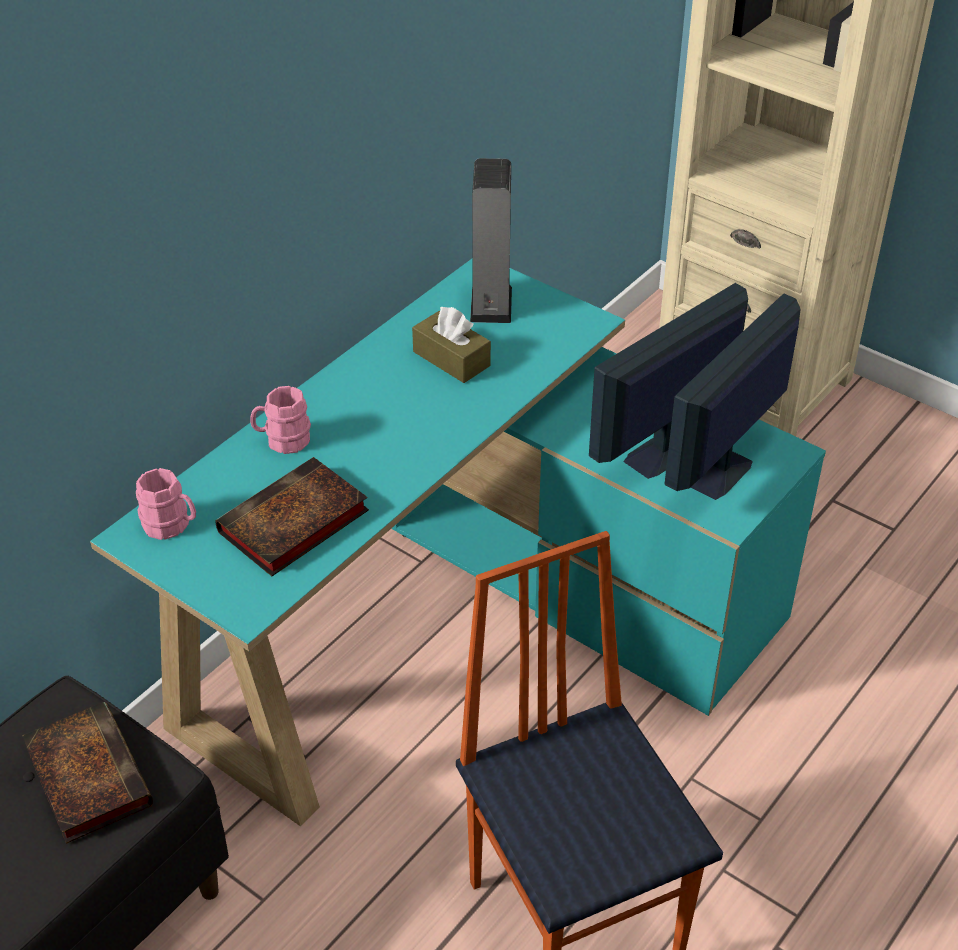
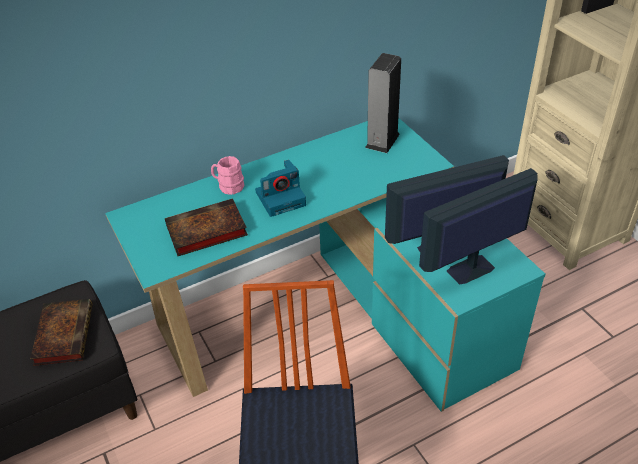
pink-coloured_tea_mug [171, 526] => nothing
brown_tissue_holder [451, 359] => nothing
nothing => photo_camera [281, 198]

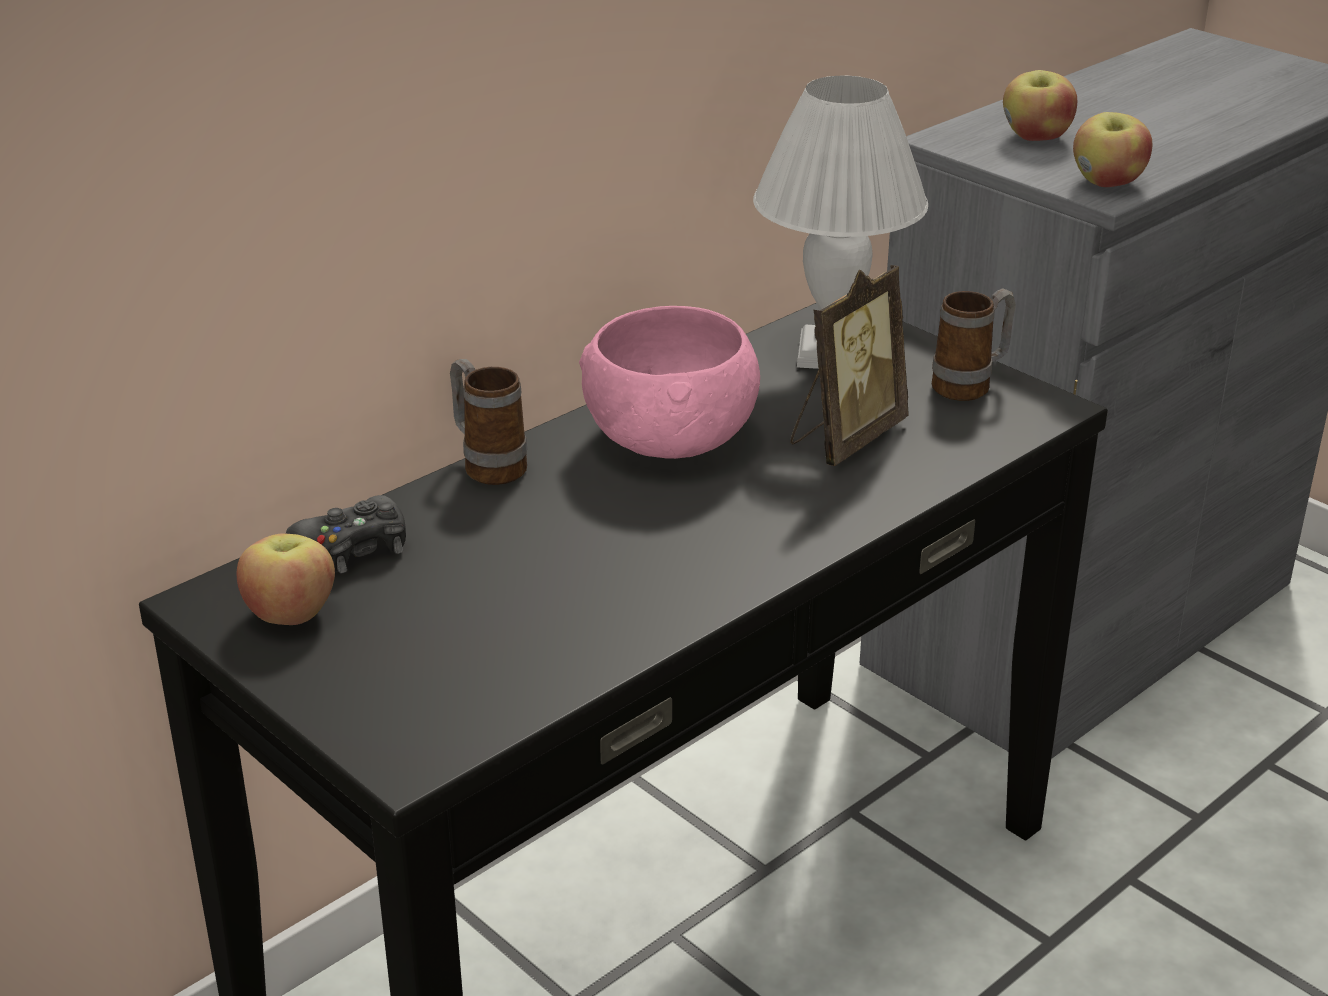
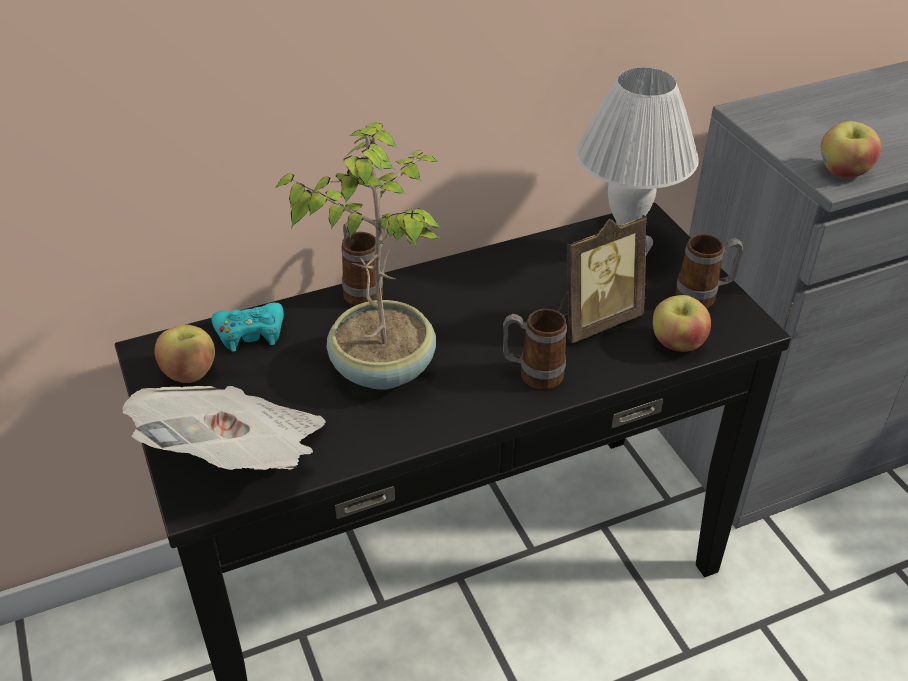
blackish_gamepad [353, 547] => turquoise_gamepad [250, 333]
pink-coloured_serving_bowl [672, 437] => nothing
whole_apple [1035, 137] => whole_apple [677, 344], shifted
nothing => printed_paper [239, 458]
nothing => potted_plant [383, 366]
nothing => tea_mug [532, 374]

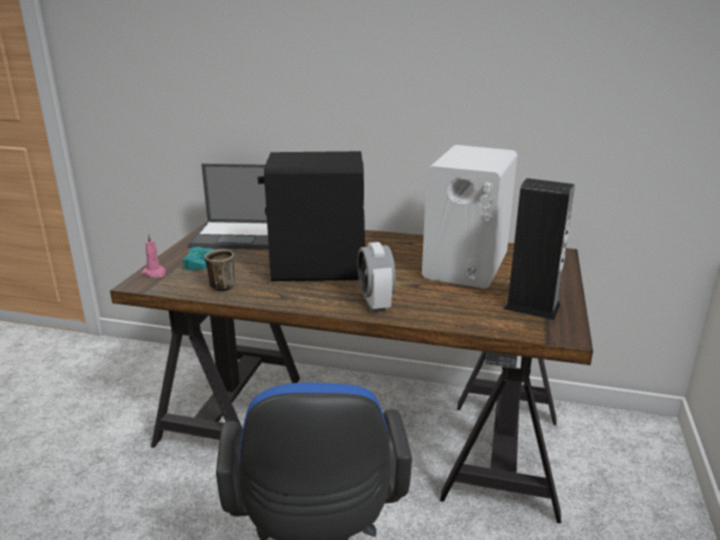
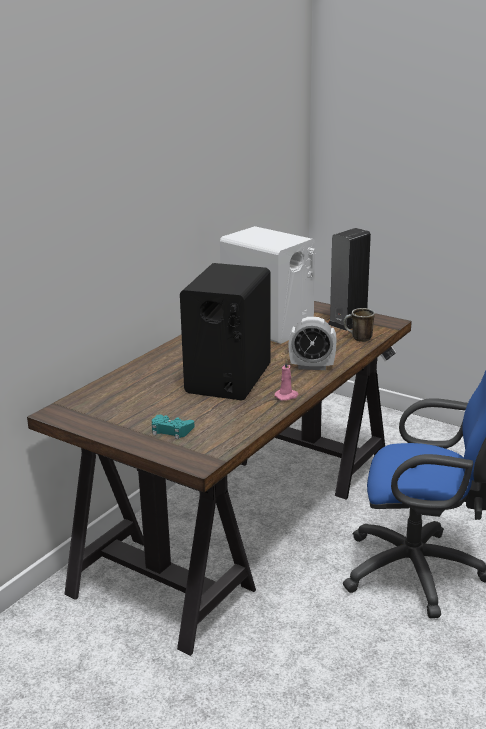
pink-coloured_wax_candle [155, 273] => pink-coloured_wax_candle [287, 396], shifted
portable_computer [242, 235] => nothing
tea_mug [221, 285] => tea_mug [358, 339], shifted

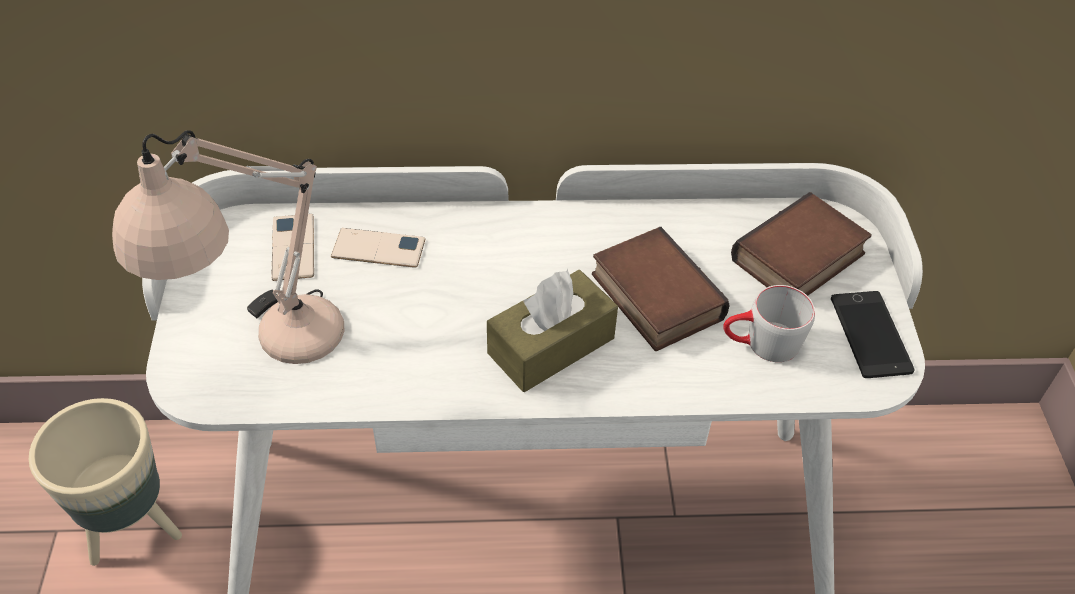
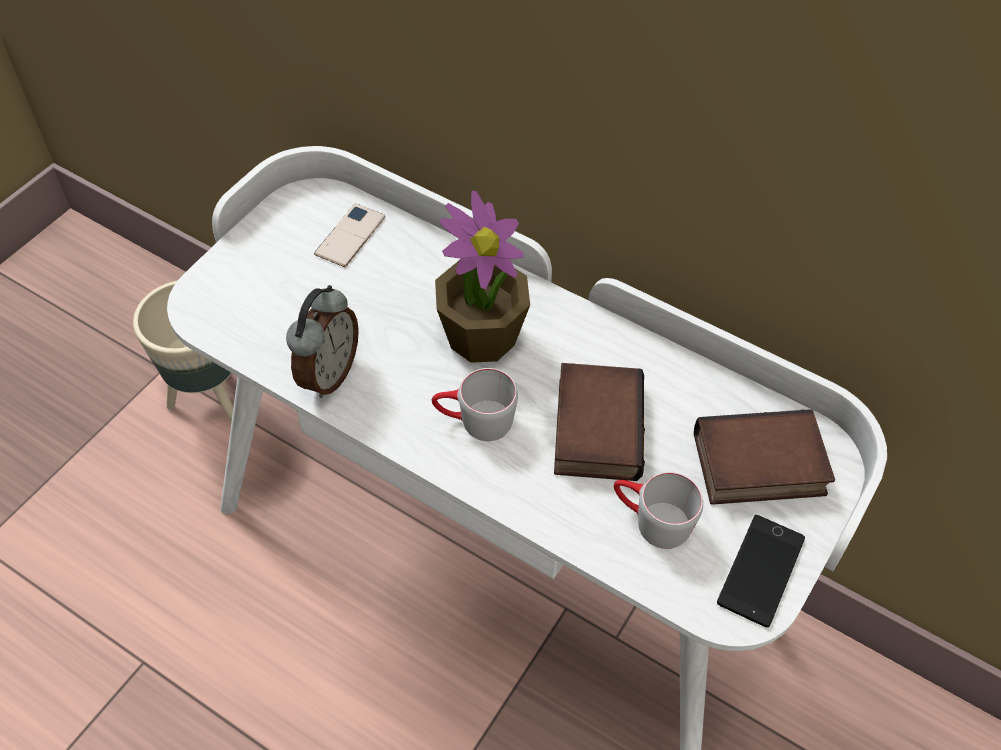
sand-coloured_tabletop_lamp [264, 358] => nothing
handset [378, 248] => nothing
brown_tissue_holder [551, 345] => gray_tea_mug [474, 421]
nothing => alarm_clock [328, 374]
nothing => potted_plant [481, 336]

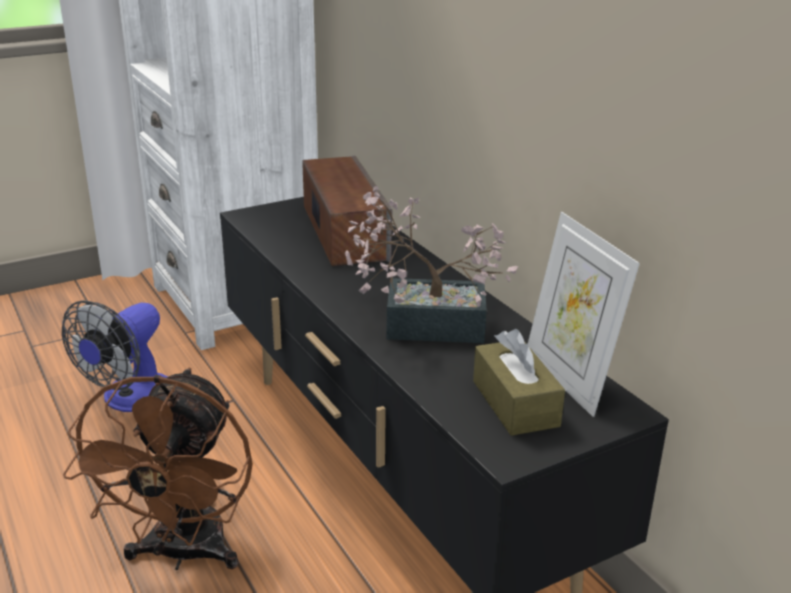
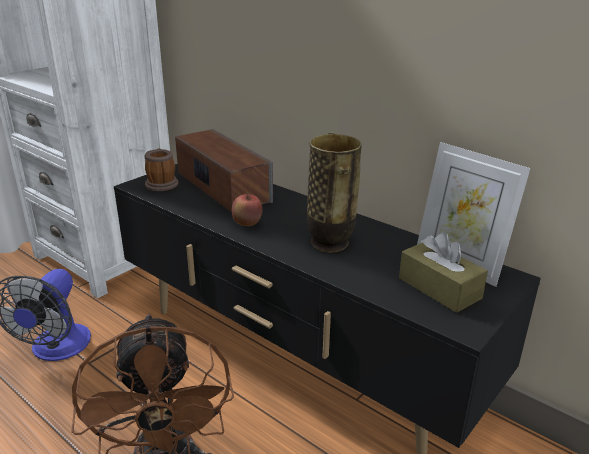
potted_plant [422, 324] => decorative_vase [330, 243]
nothing => tea_mug [161, 183]
nothing => whole_apple [247, 224]

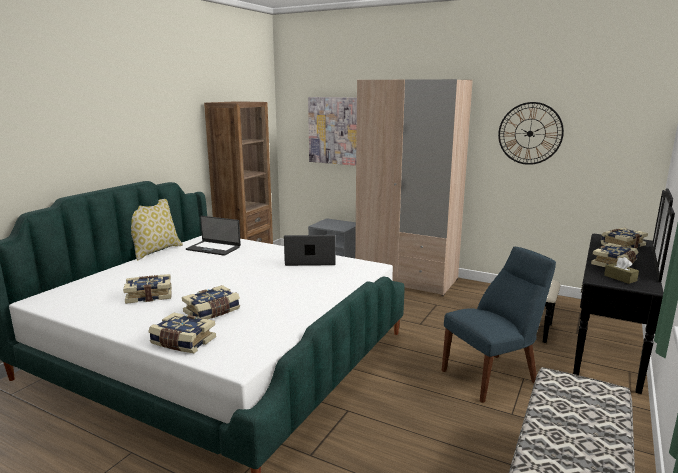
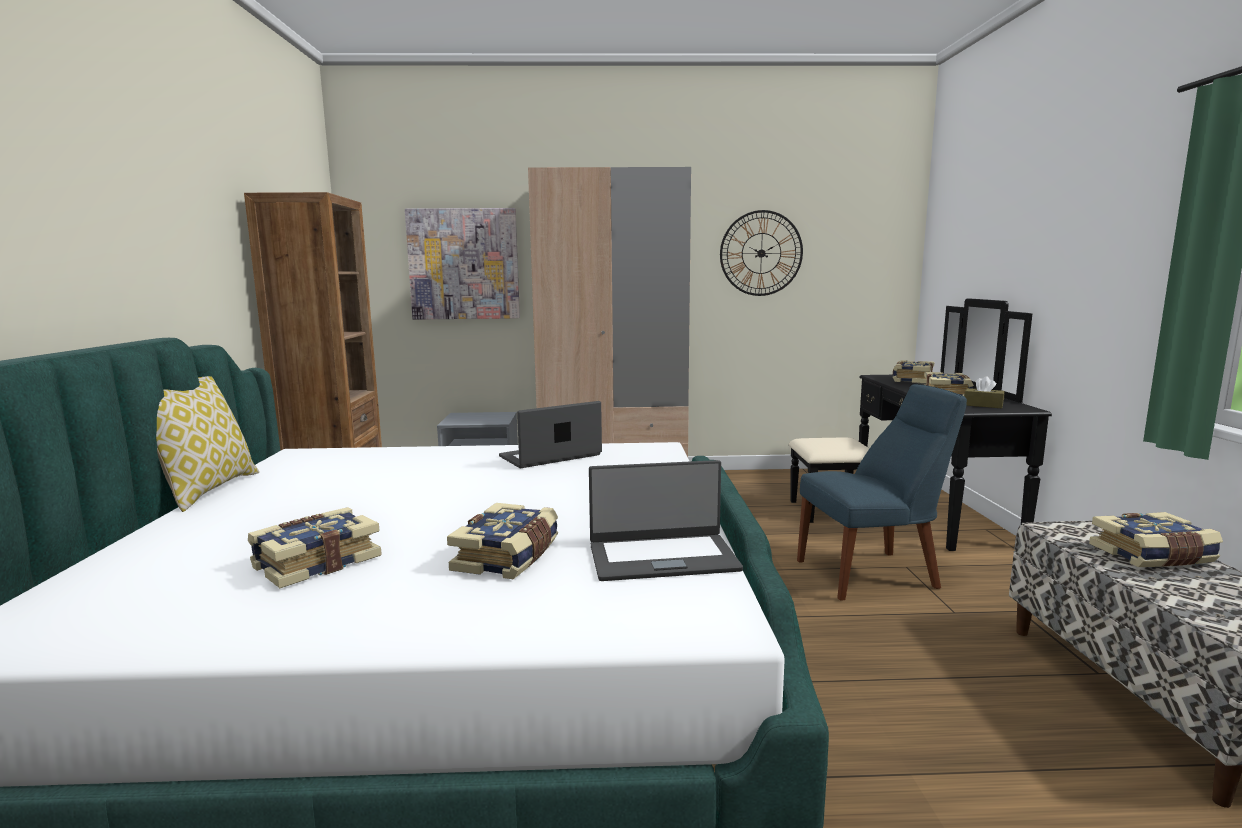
volume [182, 342] => volume [1153, 556], shifted
portable_computer [214, 248] => portable_computer [662, 557], shifted
bluish_chair [492, 376] => bluish_chair [872, 574], 45 degrees clockwise

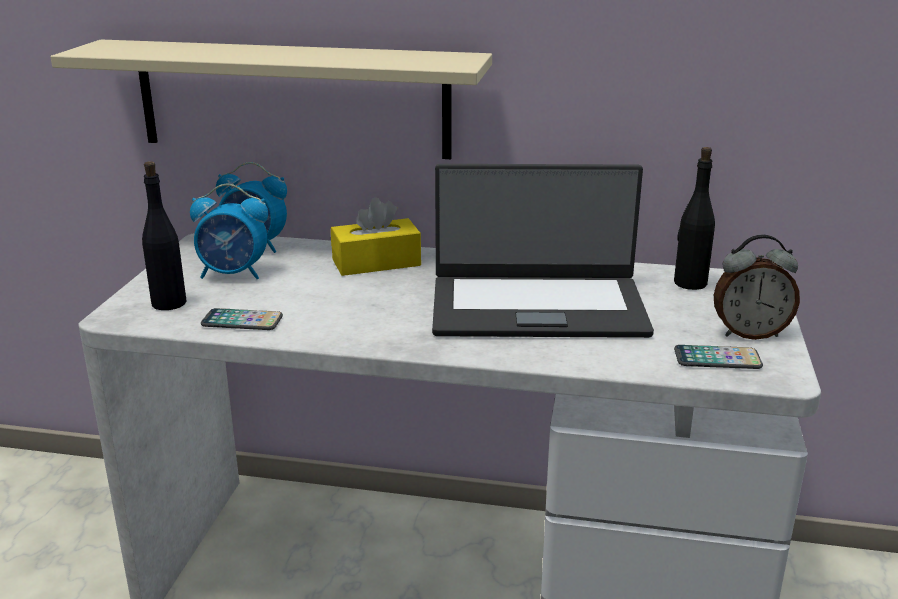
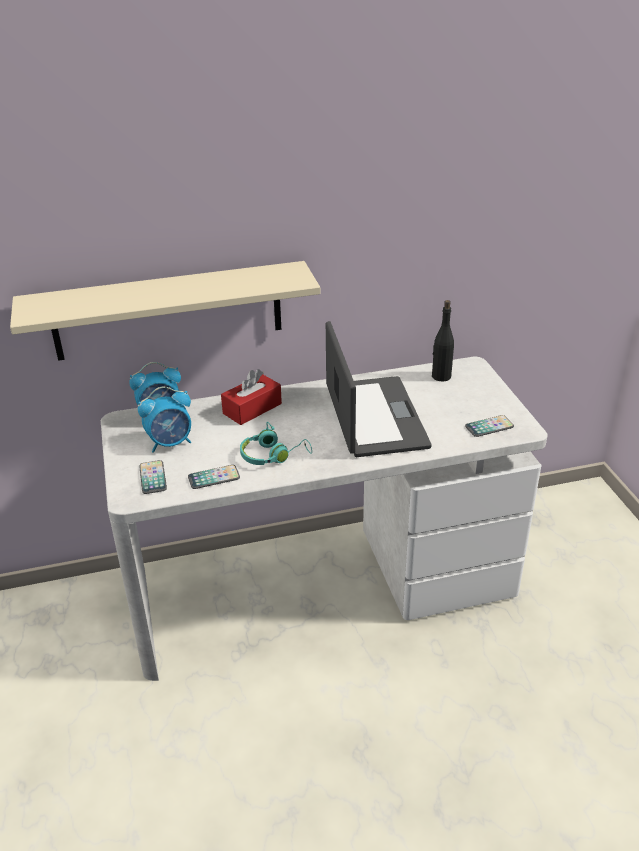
blackish_bottle [169, 303] => handset [153, 478]
yellow_tissue_holder [376, 262] => reddish_tissue_holder [252, 409]
portable_computer [537, 306] => portable_computer [373, 417], 75 degrees counterclockwise
alarm_clock [749, 333] => nothing
nothing => turquoise_pair_of_headphones [273, 455]

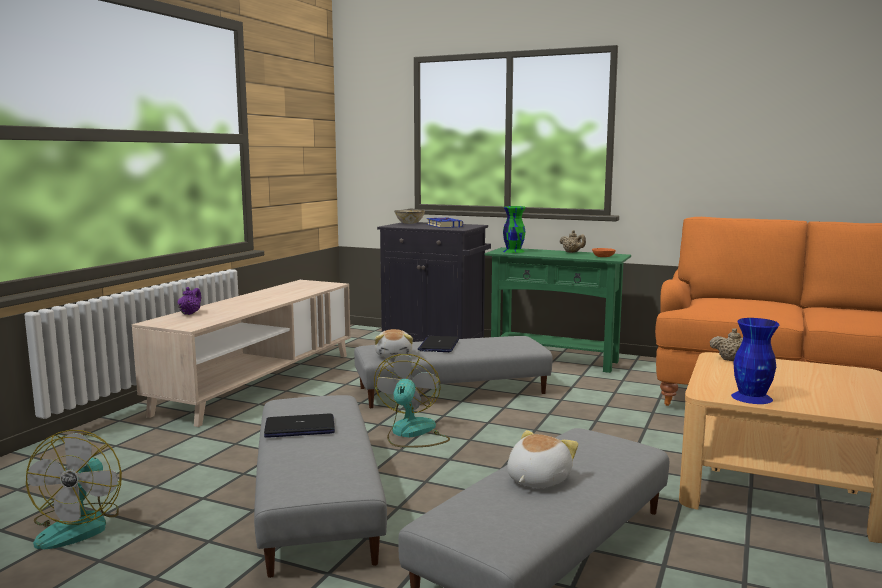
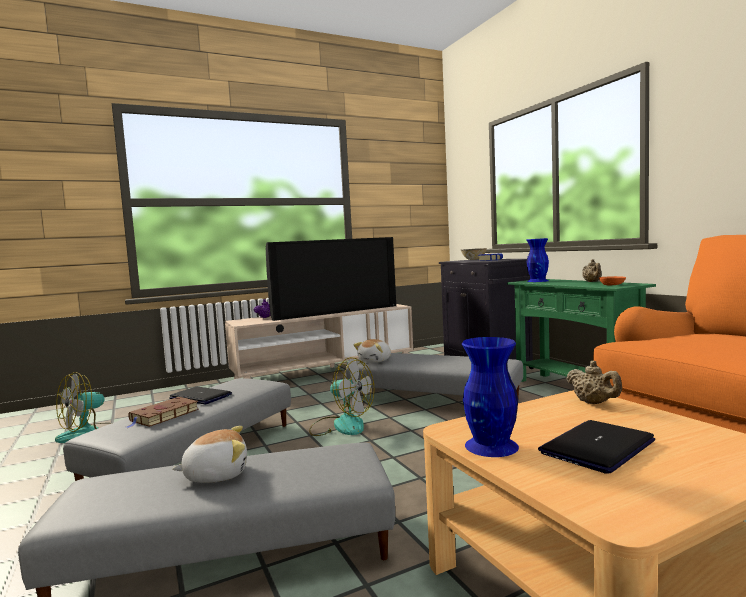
electric_fan [412, 433] => electric_fan [341, 425], 75 degrees clockwise
portable_computer [439, 345] => portable_computer [597, 447], shifted
greenish_decorative_vase [513, 251] => bluish_decorative_vase [537, 281]
nothing => brown_volume [163, 416]
nothing => television [336, 312]

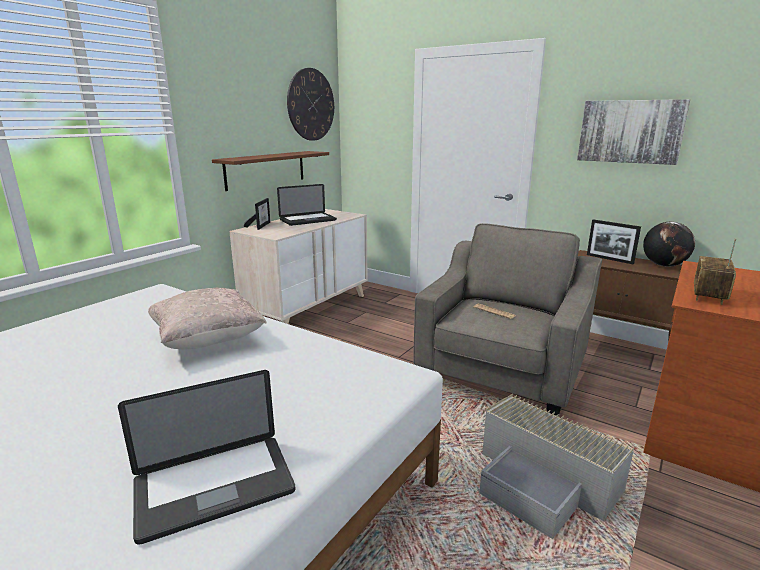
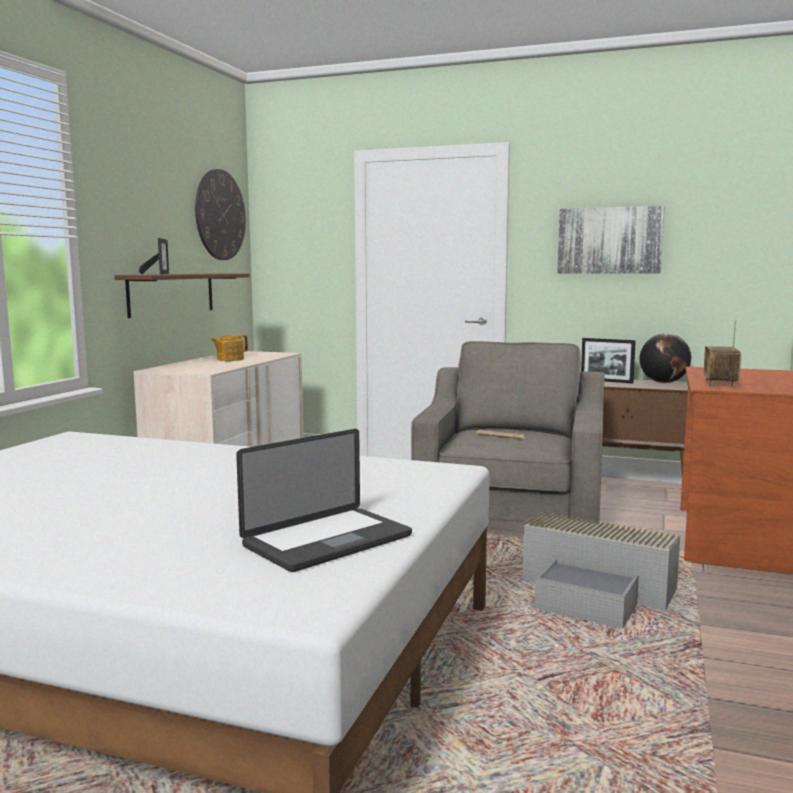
sand-coloured_pillow [208, 340] => nothing
photo_frame [260, 225] => photo_frame [159, 274], shifted
portable_computer [308, 220] => pot_for_tea [229, 359]

